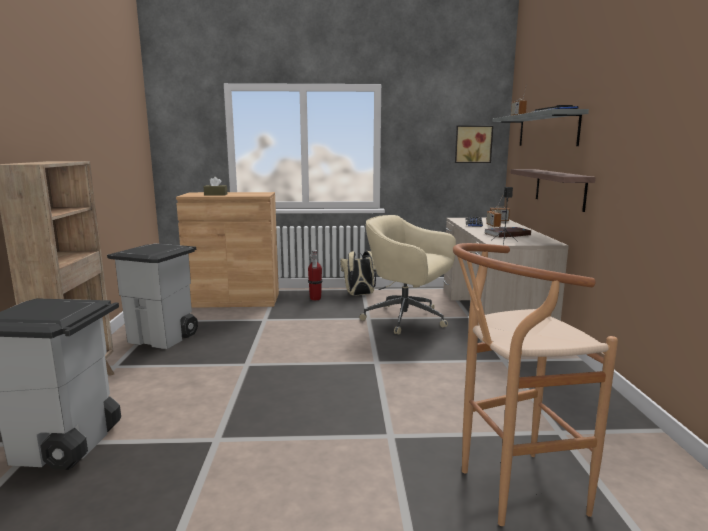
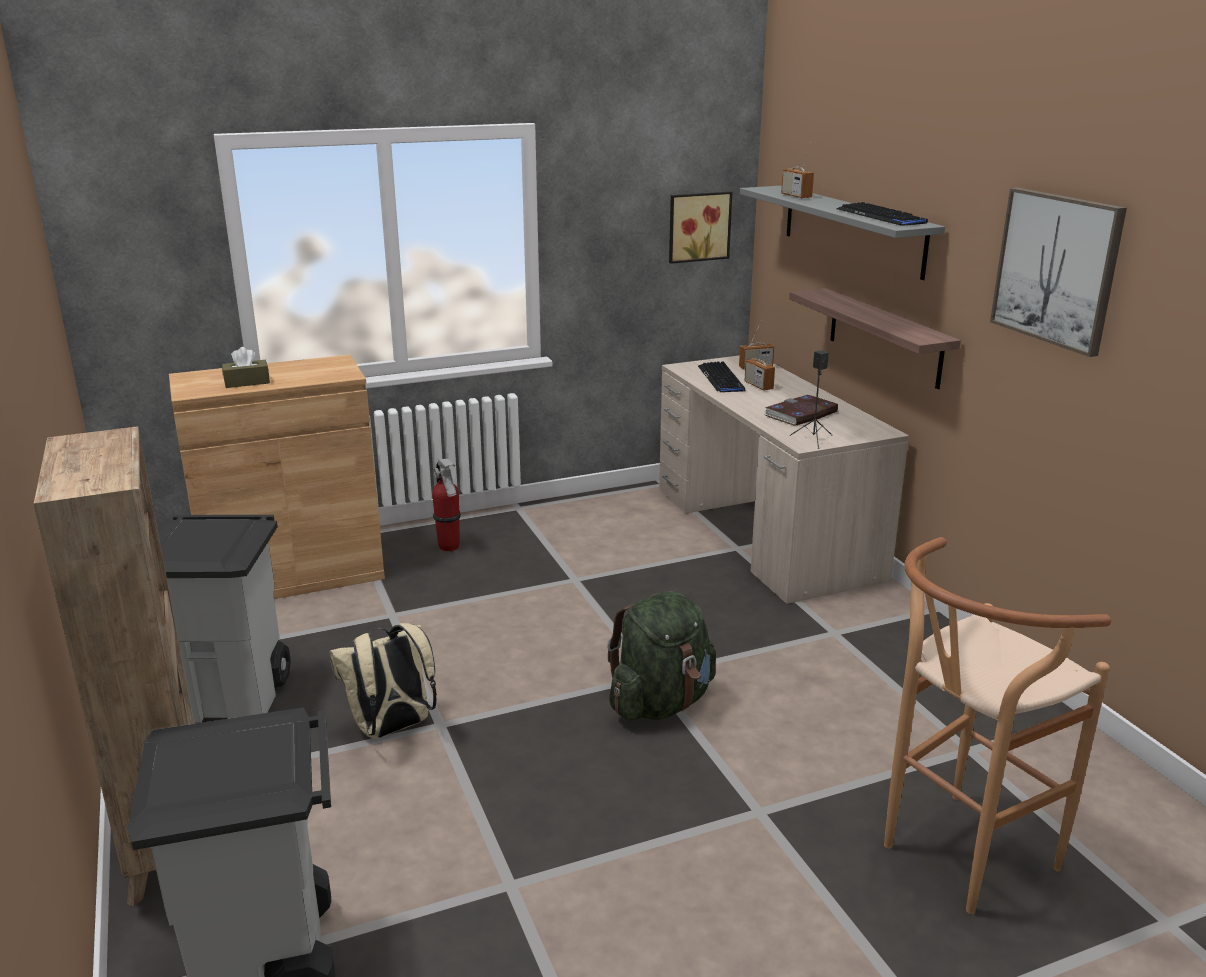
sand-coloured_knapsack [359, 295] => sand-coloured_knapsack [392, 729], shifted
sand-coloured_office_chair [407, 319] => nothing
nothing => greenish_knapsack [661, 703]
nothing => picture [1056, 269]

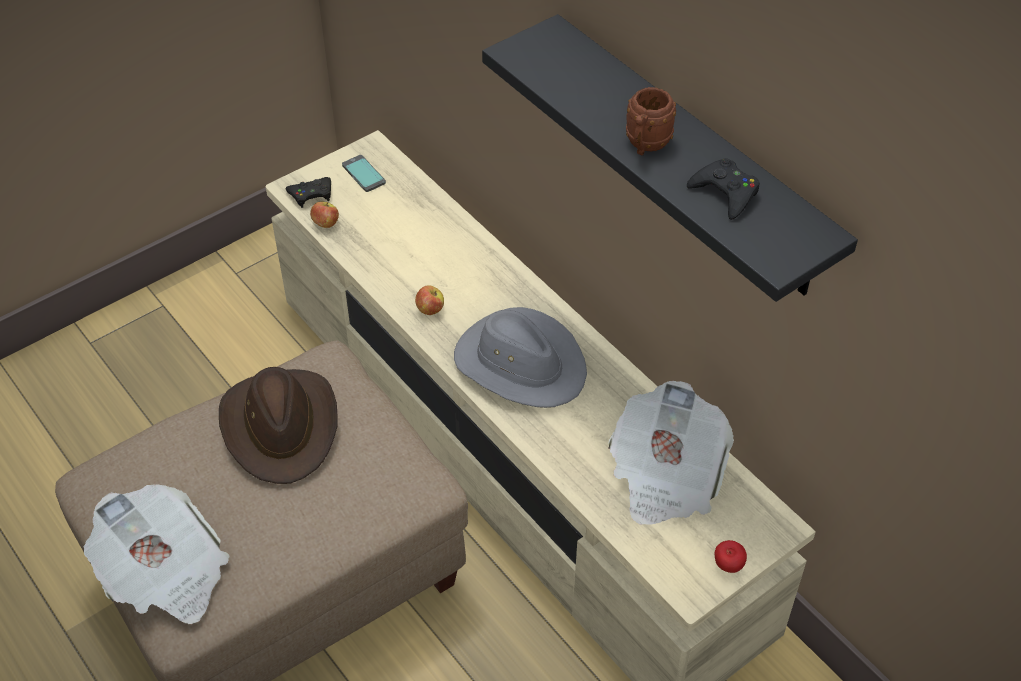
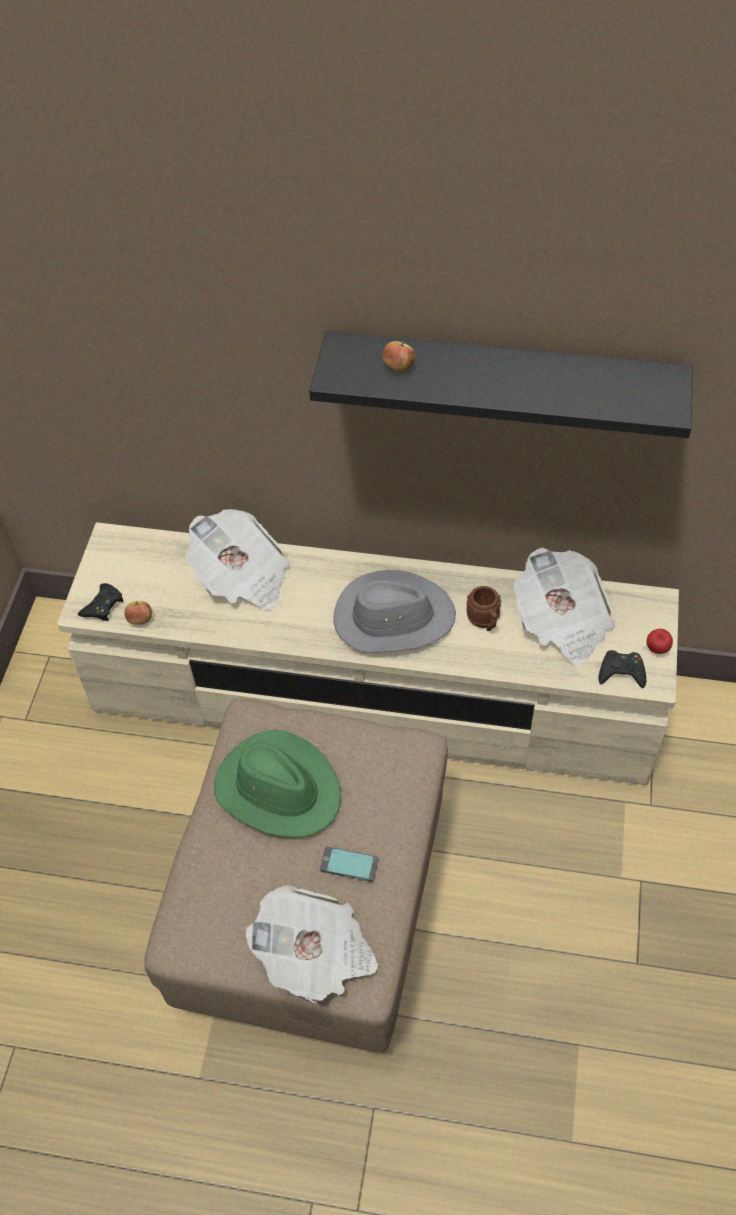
brown_clothing_hat [281, 426] => greenish_clothing_hat [278, 788]
handset [363, 174] => handset [349, 865], shifted
whole_apple [430, 309] => whole_apple [398, 367], shifted
brown_tea_mug [645, 145] => brown_tea_mug [484, 622], shifted
blackish_gamepad [725, 193] => blackish_gamepad [621, 672], shifted
nothing => printed_paper [242, 577]

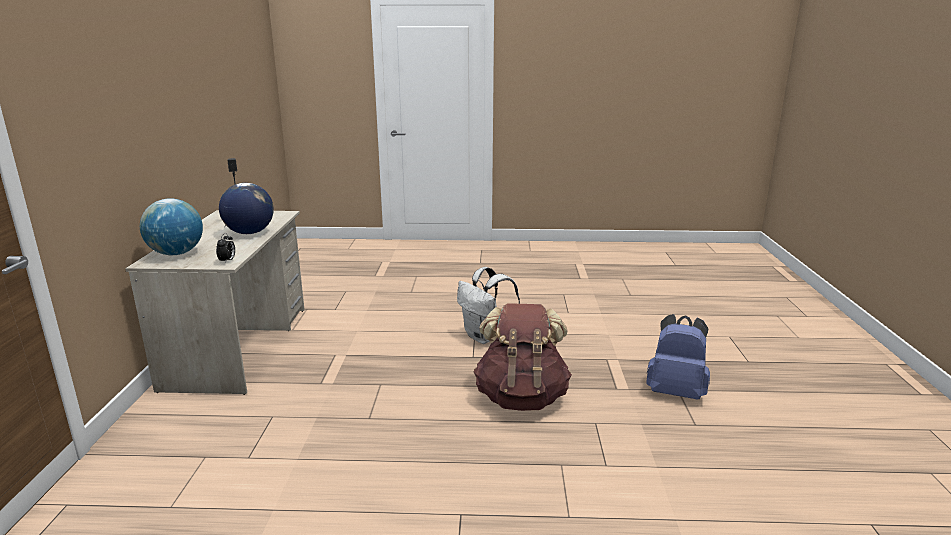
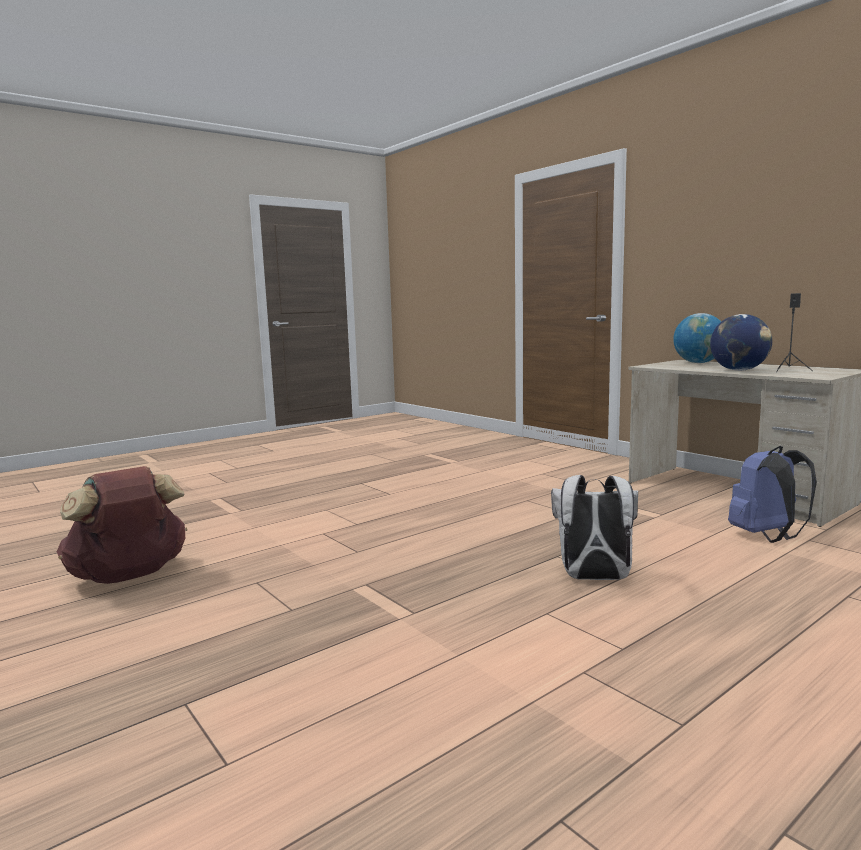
alarm_clock [227, 261] => nothing
brown_knapsack [521, 397] => brown_knapsack [129, 577], shifted
bluish_knapsack [675, 392] => bluish_knapsack [767, 536], shifted

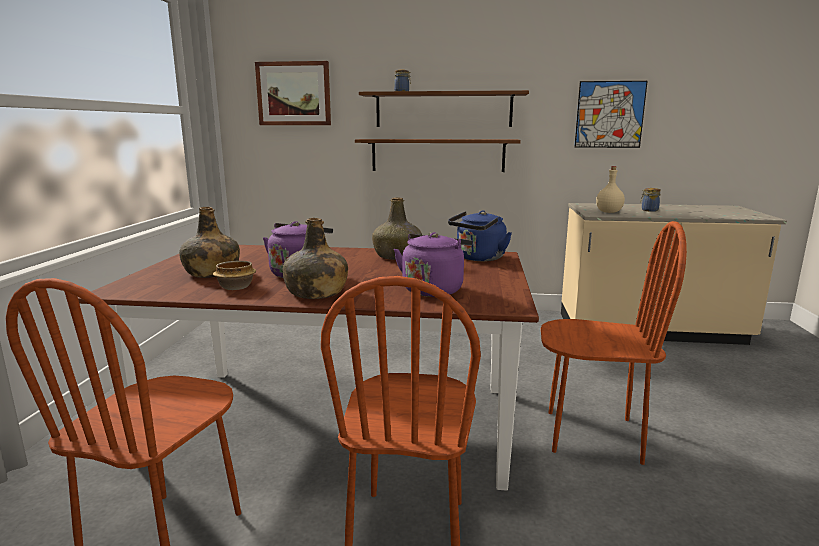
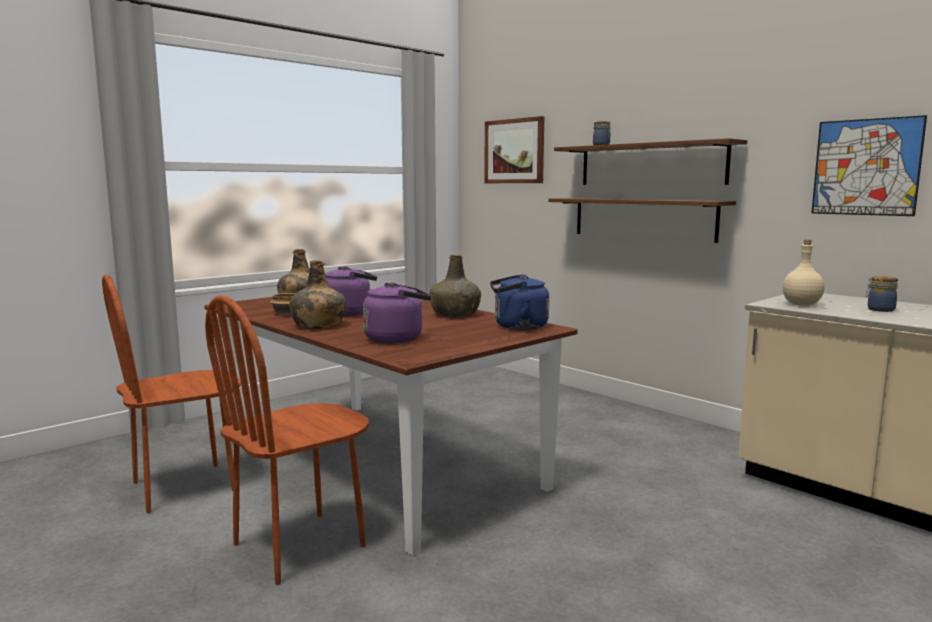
brown_chair [592, 435] => nothing

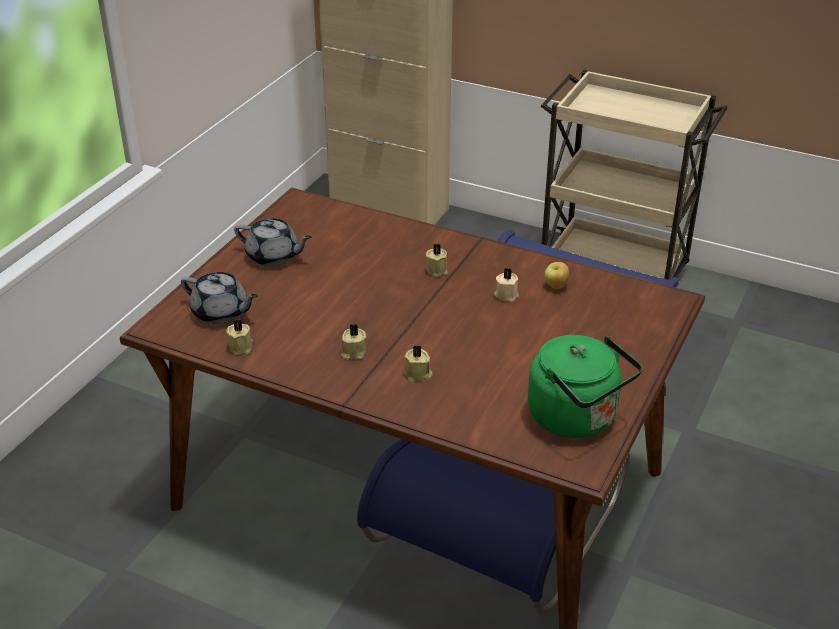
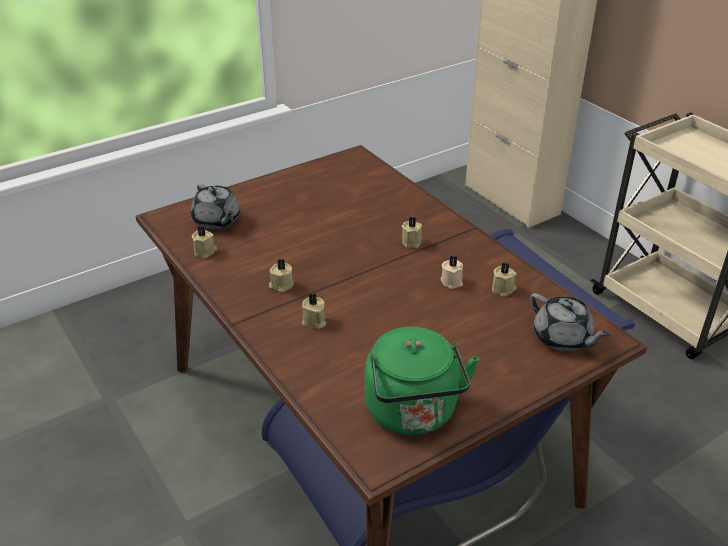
gray_pot_for_tea [273, 256] => gray_pot_for_tea [562, 338], shifted
whole_apple [556, 286] => sand-coloured_wax_candle [503, 289]

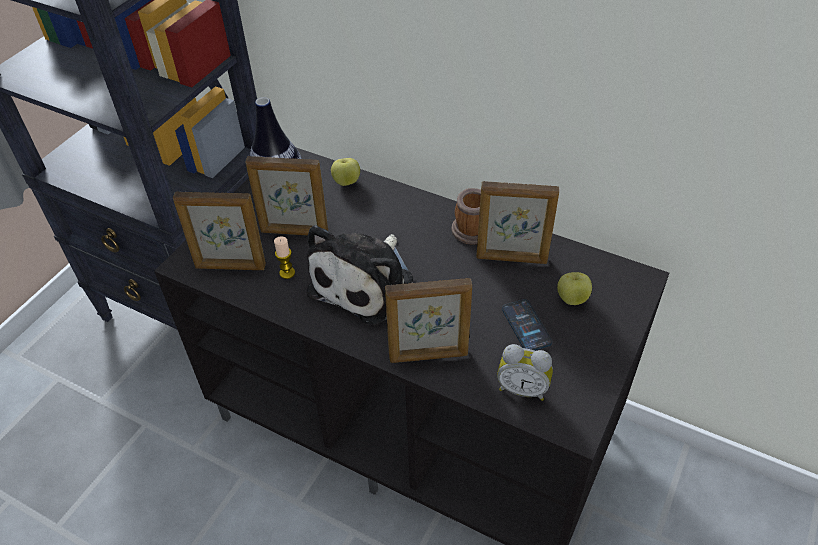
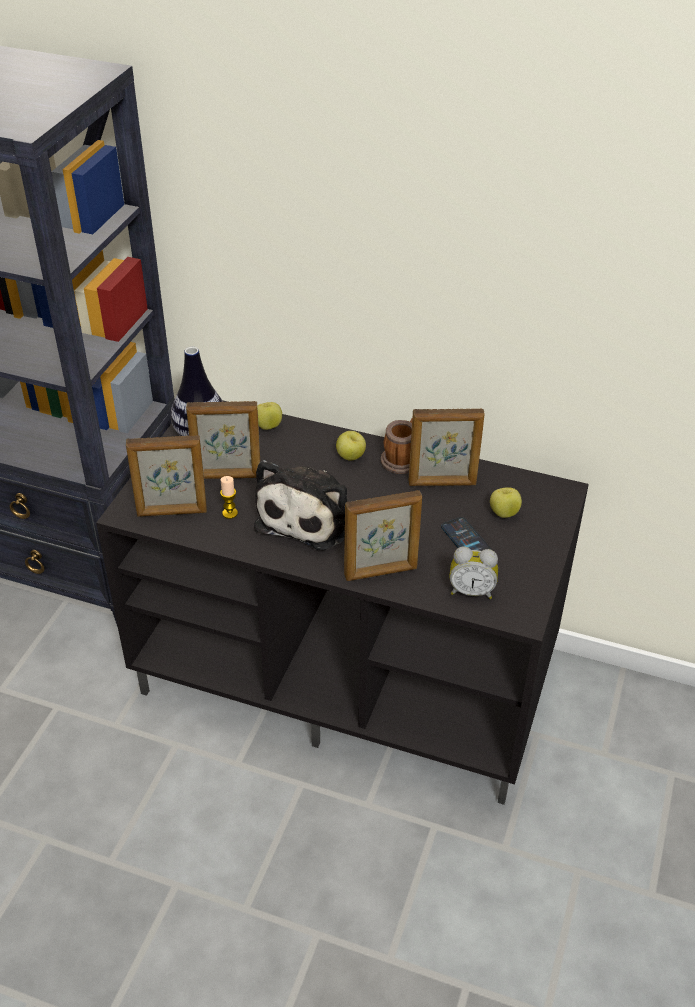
nothing => whole_apple [351, 457]

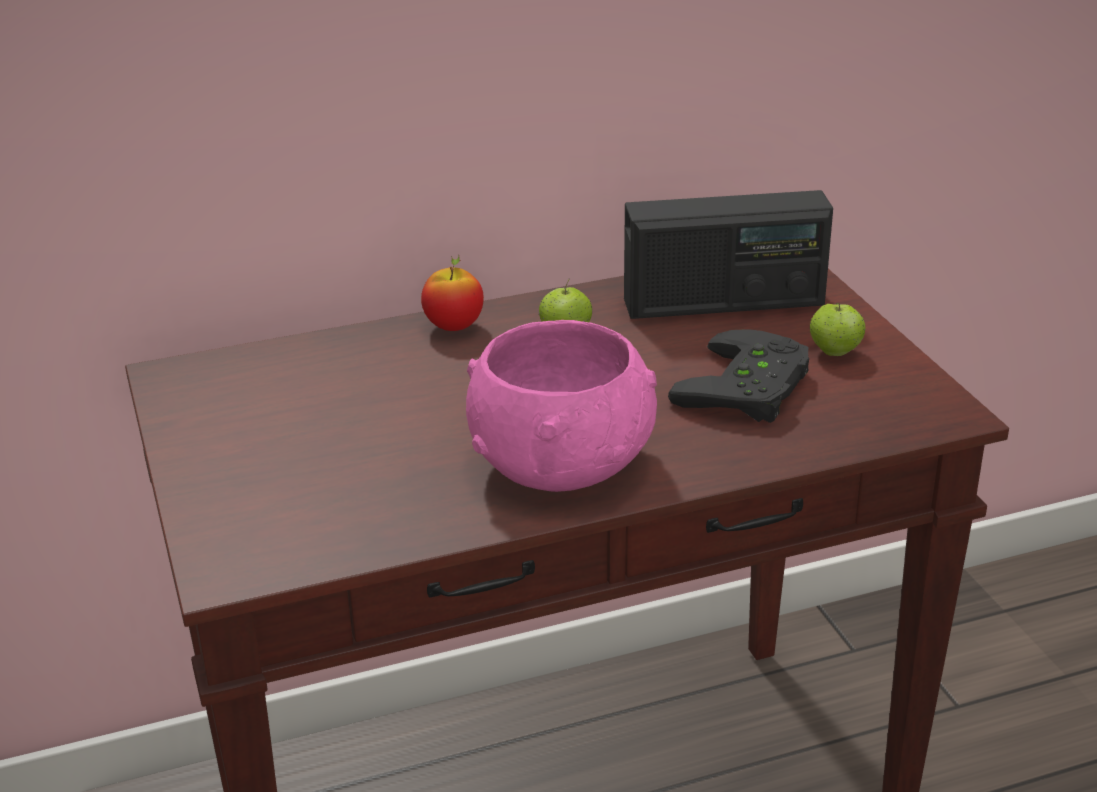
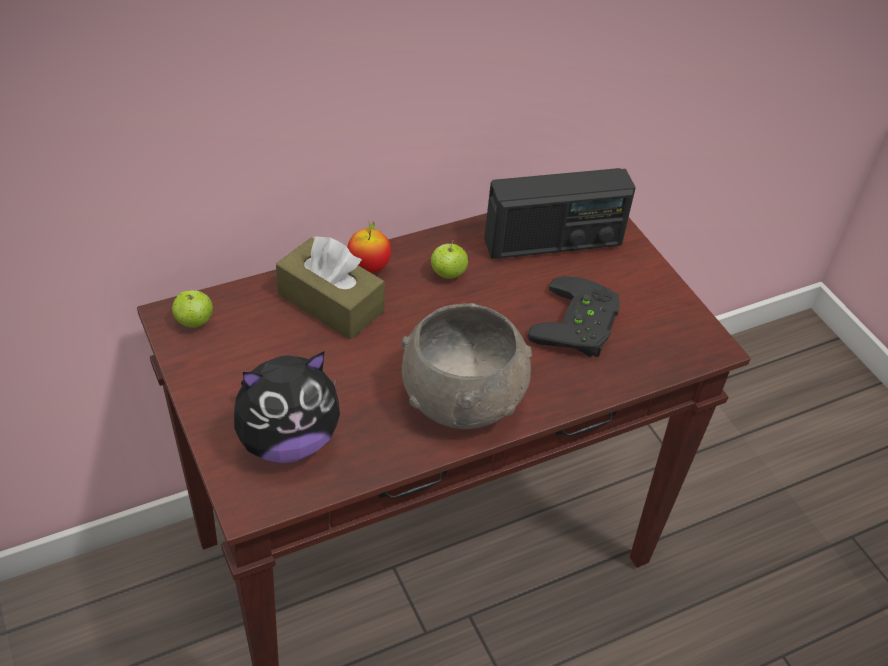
pink-coloured_serving_bowl [564, 463] => gray_serving_bowl [463, 397]
whole_apple [835, 352] => whole_apple [194, 322], shifted
nothing => soft_toy [287, 441]
nothing => brown_tissue_holder [330, 303]

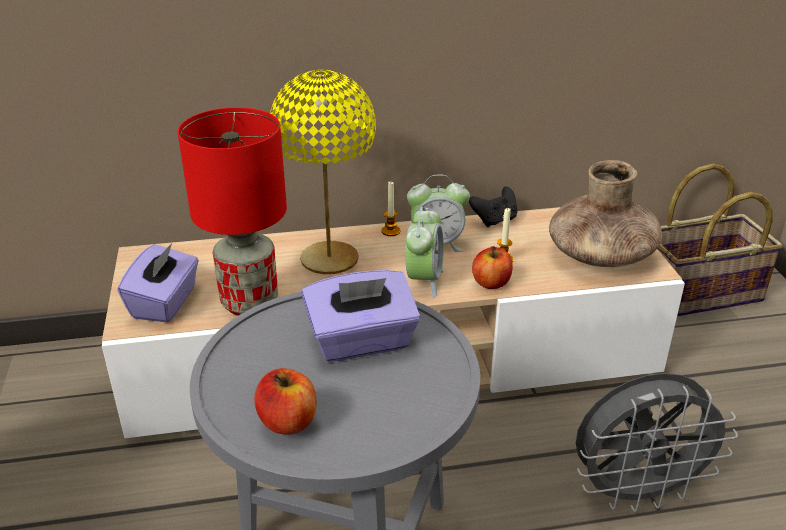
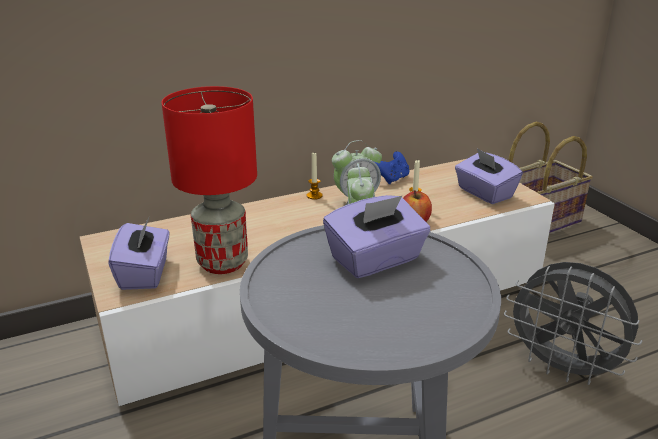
whole_apple [288, 422] => nothing
yellow_tabletop_lamp [328, 260] => nothing
blackish_gamepad [494, 220] => bluish_gamepad [392, 179]
brown_decorative_vase [600, 256] => purplish_tissue_holder [484, 193]
gray_electric_fan [637, 493] => gray_electric_fan [563, 368], 60 degrees clockwise

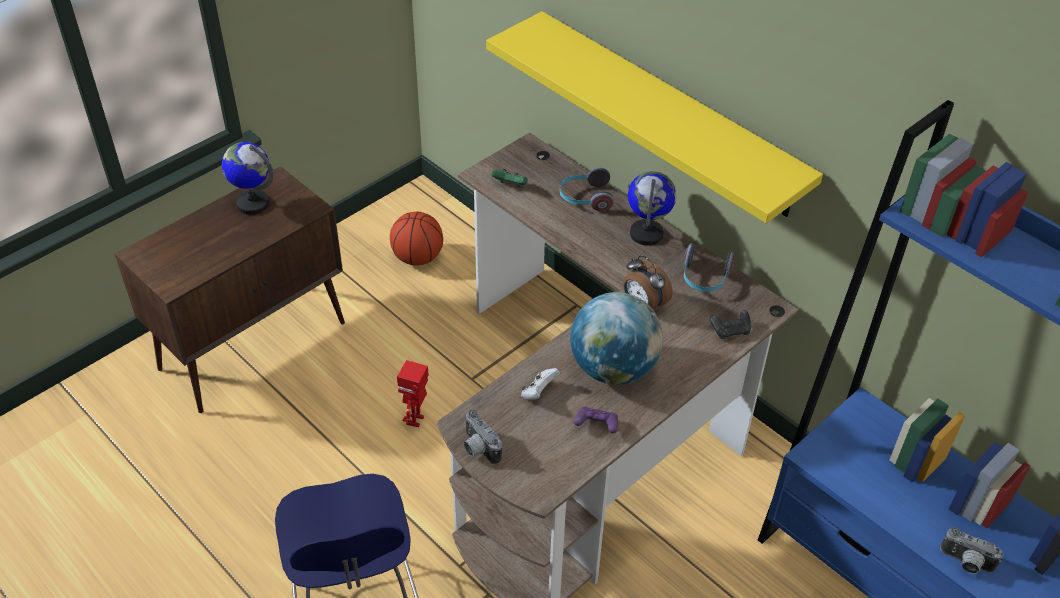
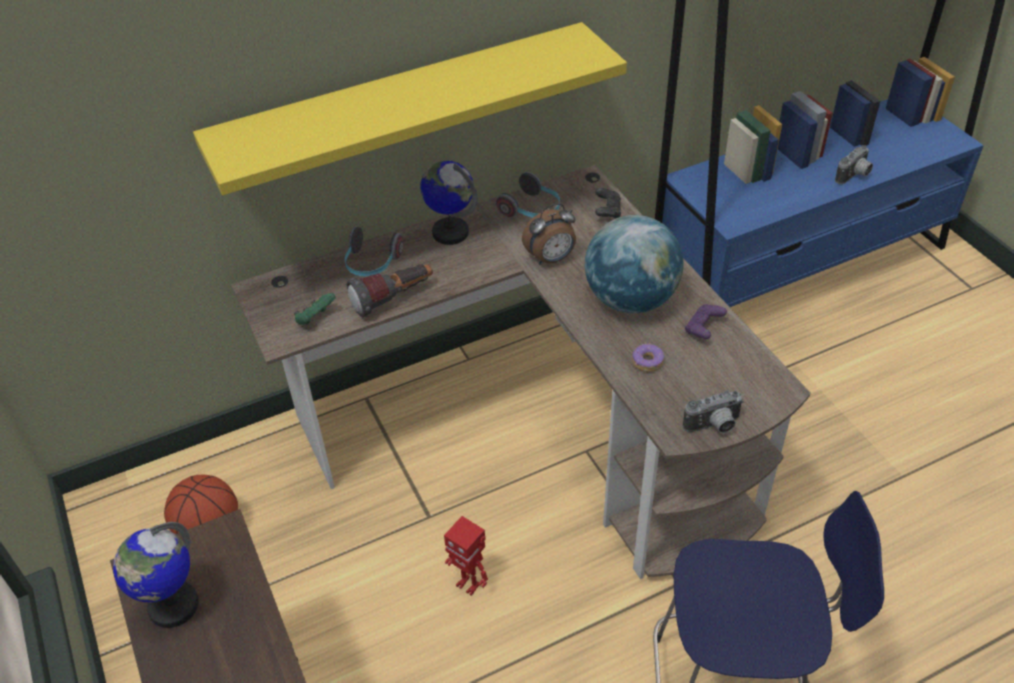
white_gamepad [538, 392] => doughnut [647, 362]
nothing => hand_torch [394, 299]

